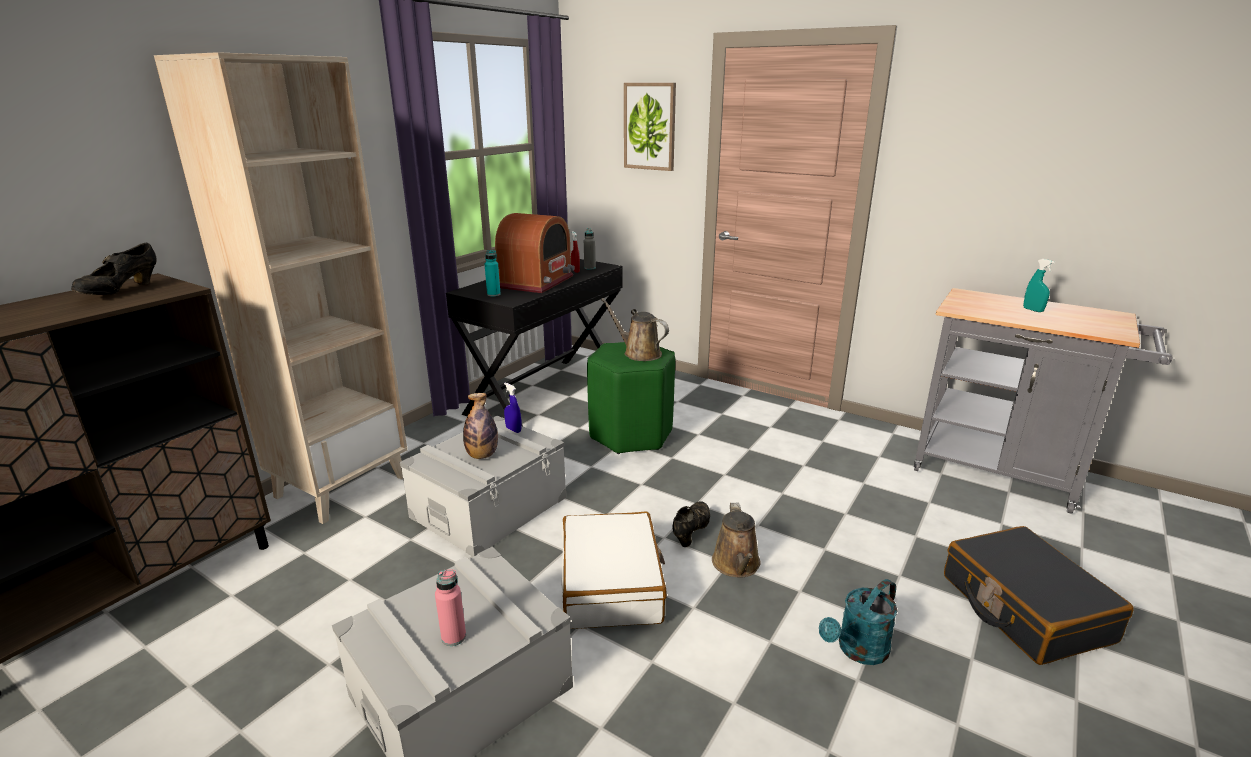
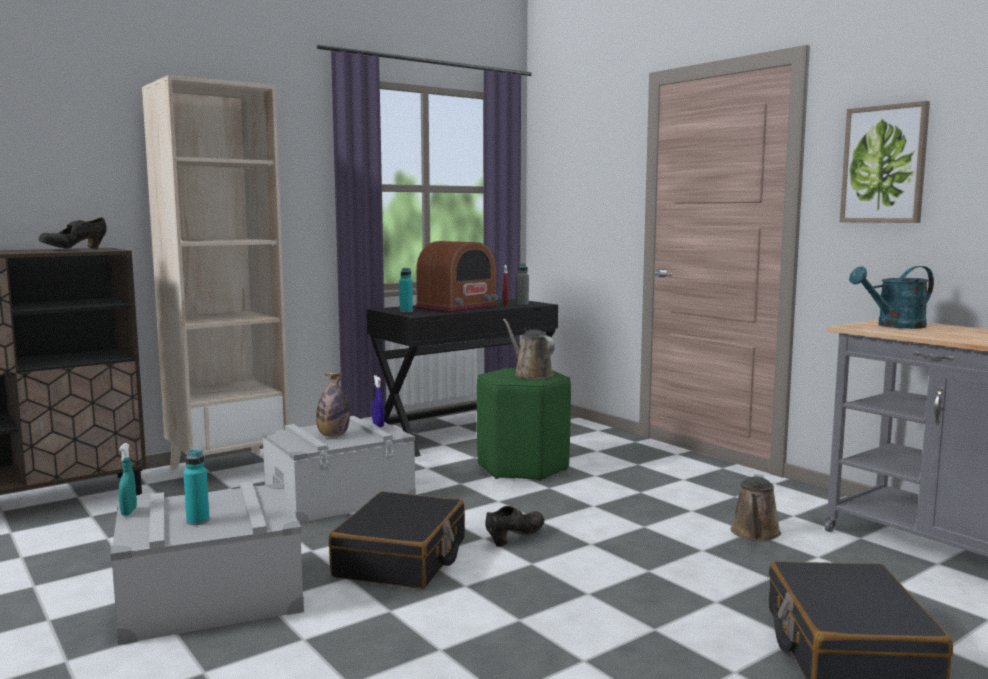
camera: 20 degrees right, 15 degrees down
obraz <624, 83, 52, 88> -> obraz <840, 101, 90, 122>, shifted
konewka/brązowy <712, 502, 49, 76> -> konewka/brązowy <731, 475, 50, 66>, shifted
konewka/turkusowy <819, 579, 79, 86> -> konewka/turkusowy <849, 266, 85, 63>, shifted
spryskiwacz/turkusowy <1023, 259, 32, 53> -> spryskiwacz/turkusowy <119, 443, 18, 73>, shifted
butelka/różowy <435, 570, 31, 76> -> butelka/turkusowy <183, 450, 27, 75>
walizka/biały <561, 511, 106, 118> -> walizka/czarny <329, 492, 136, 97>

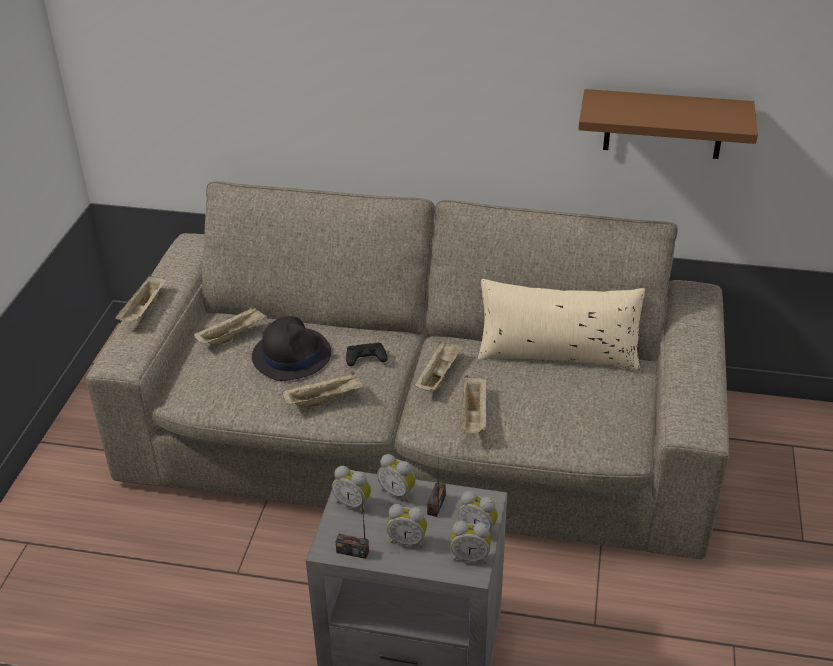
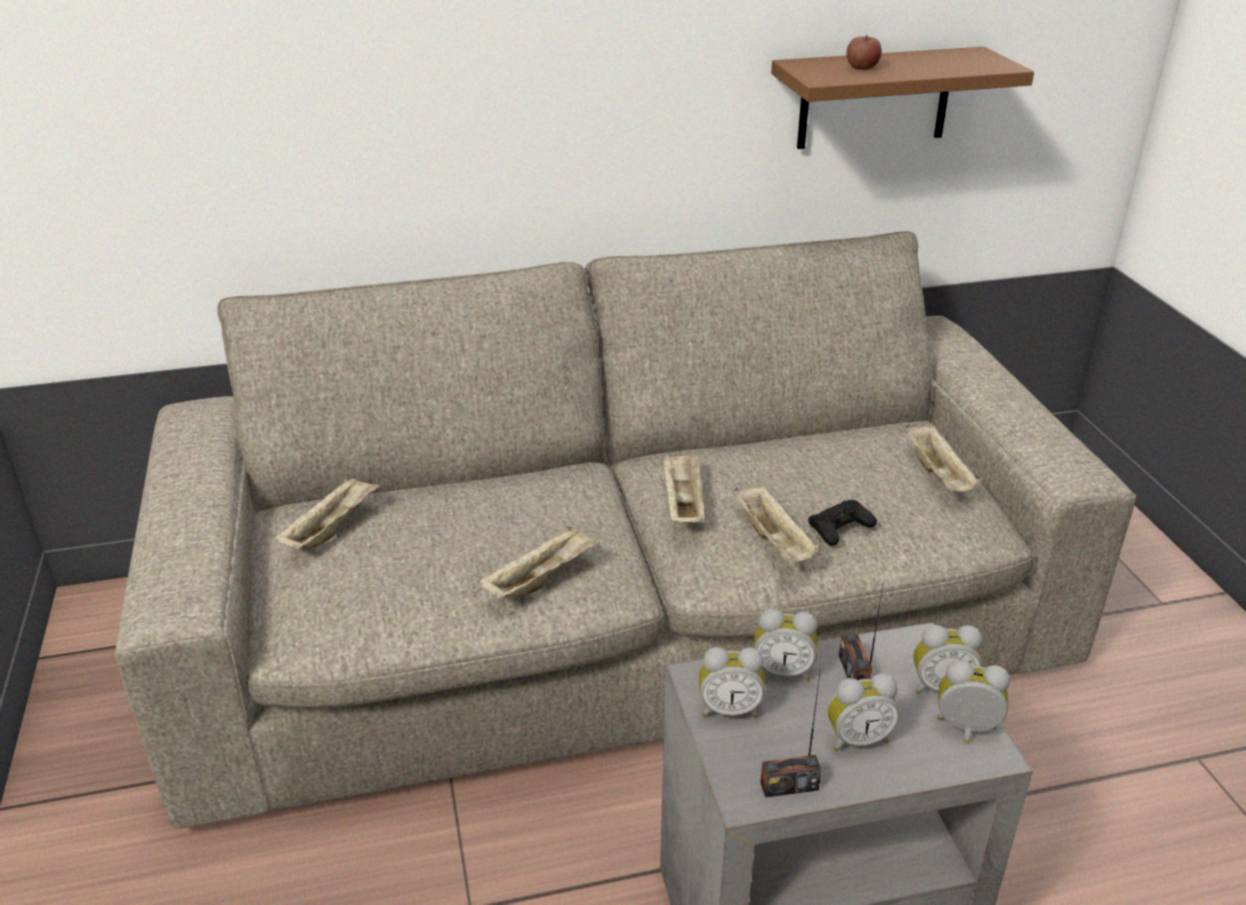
camera: 25 degrees left, 5 degrees down
kapelusz/czarny <252, 316, 79, 65> -> none
poduszka/beżowy <478, 279, 167, 92> -> none
none -> jabłko <847, 35, 35, 35>
taca/beżowy <115, 274, 51, 48> -> taca/beżowy <905, 424, 75, 68>, shifted
pad do gier/czarny <346, 342, 41, 24> -> pad do gier/czarny <808, 500, 69, 45>, shifted
budzik <450, 521, 41, 43> -> budzik <937, 660, 73, 84>, 150 degrees counterclockwise

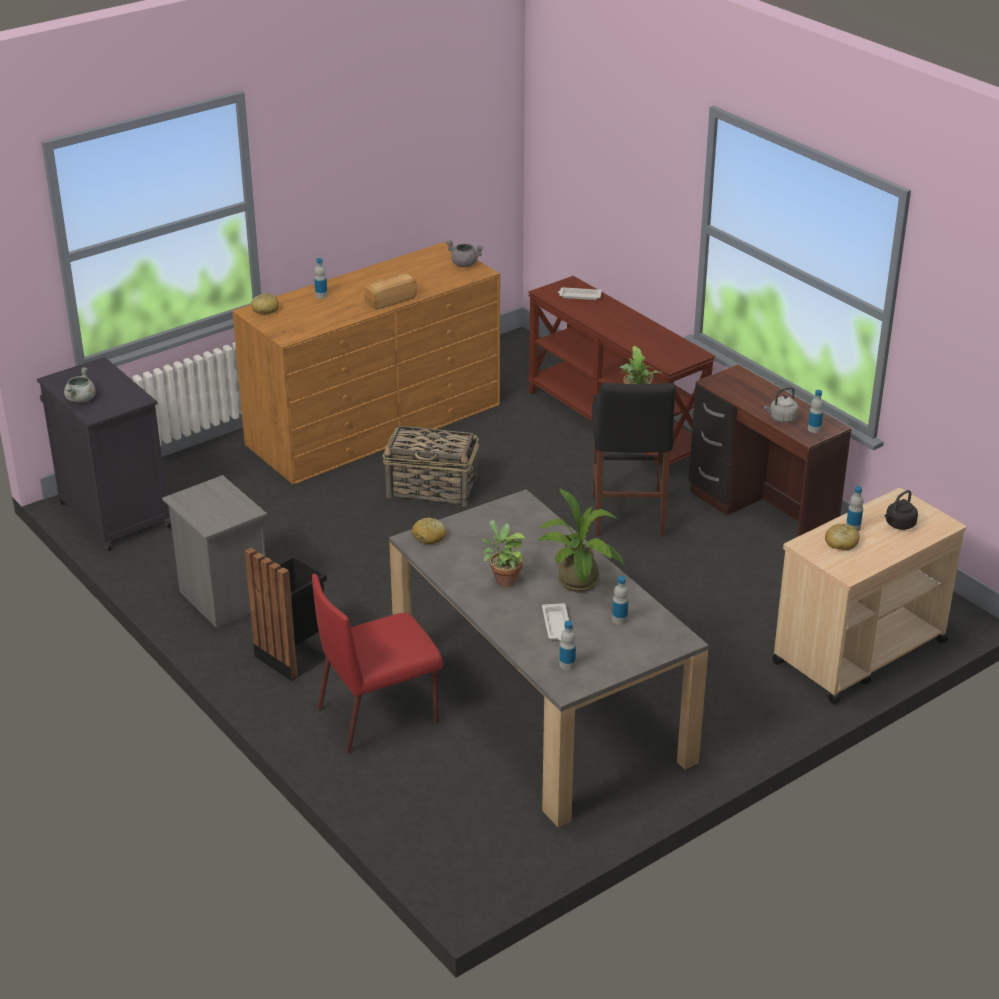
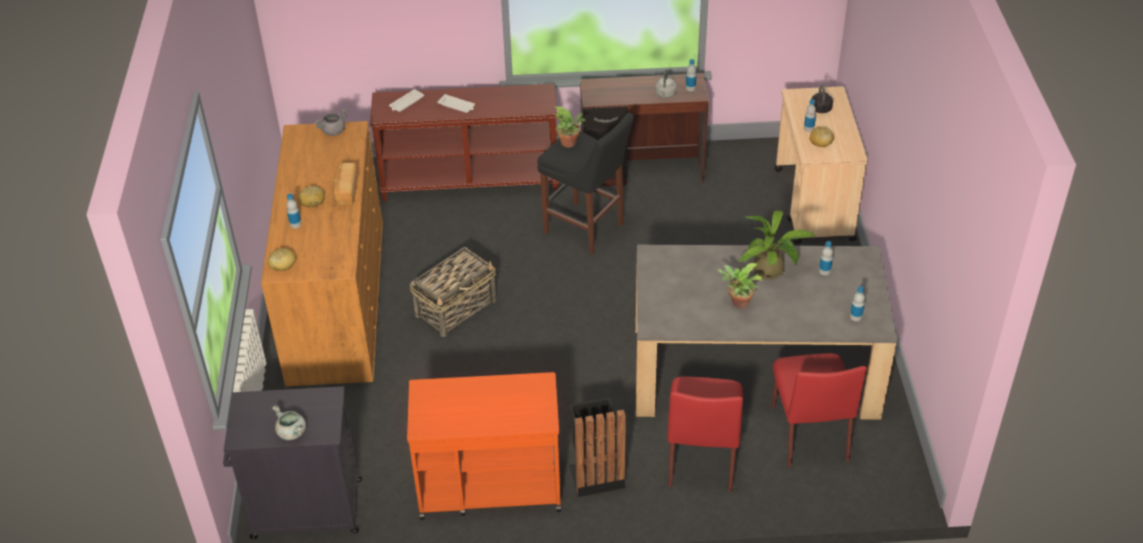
camera: 55 degrees left, 10 degrees up
none -> krzesło/czerwony <771, 353, 96, 114>
chleb <412, 518, 34, 26> -> chleb <298, 186, 27, 22>, shifted
taca/biały <542, 603, 27, 38> -> taca/biały <437, 94, 38, 19>, shifted
szafka nocna/szary <162, 475, 105, 153> -> wózek/pomarańczowy <407, 372, 154, 148>

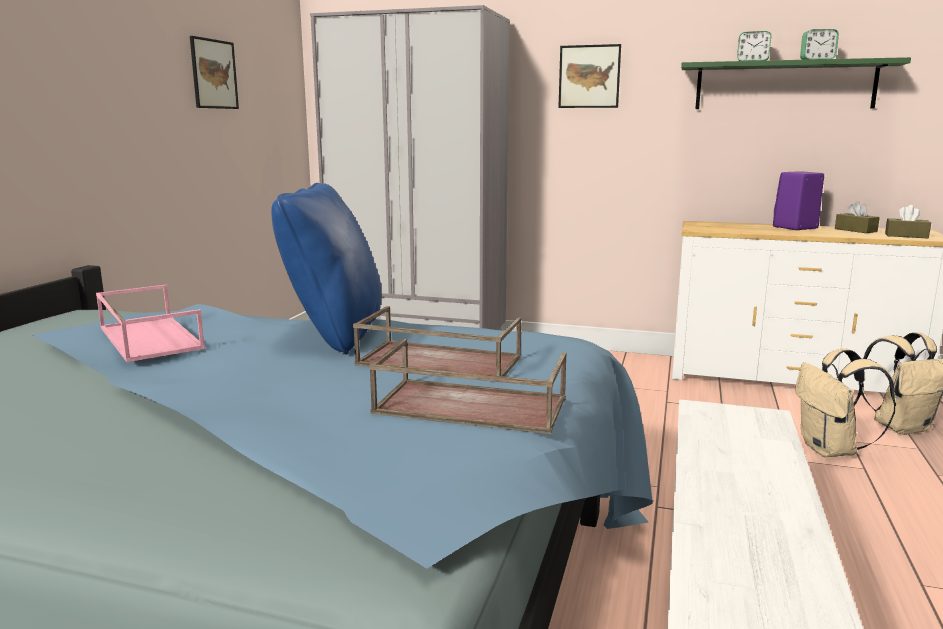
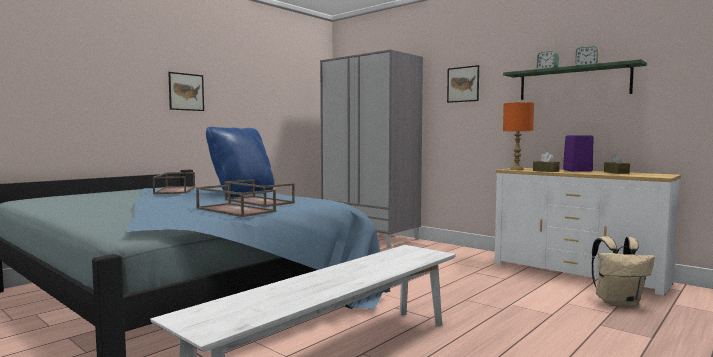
camera: 25 degrees right, 10 degrees down
plecak/beżowy <796, 348, 100, 109> -> none
none -> lampa stołowa/pomarańczowy <503, 101, 31, 69>
obraz <190, 36, 49, 73> -> obraz <168, 72, 36, 39>, shifted
pudełko chusteczek/brązowy <885, 205, 46, 33> -> pudełko chusteczek/brązowy <533, 152, 27, 20>, shifted
taca/różowy <96, 285, 109, 77> -> taca/brązowy <152, 172, 43, 22>

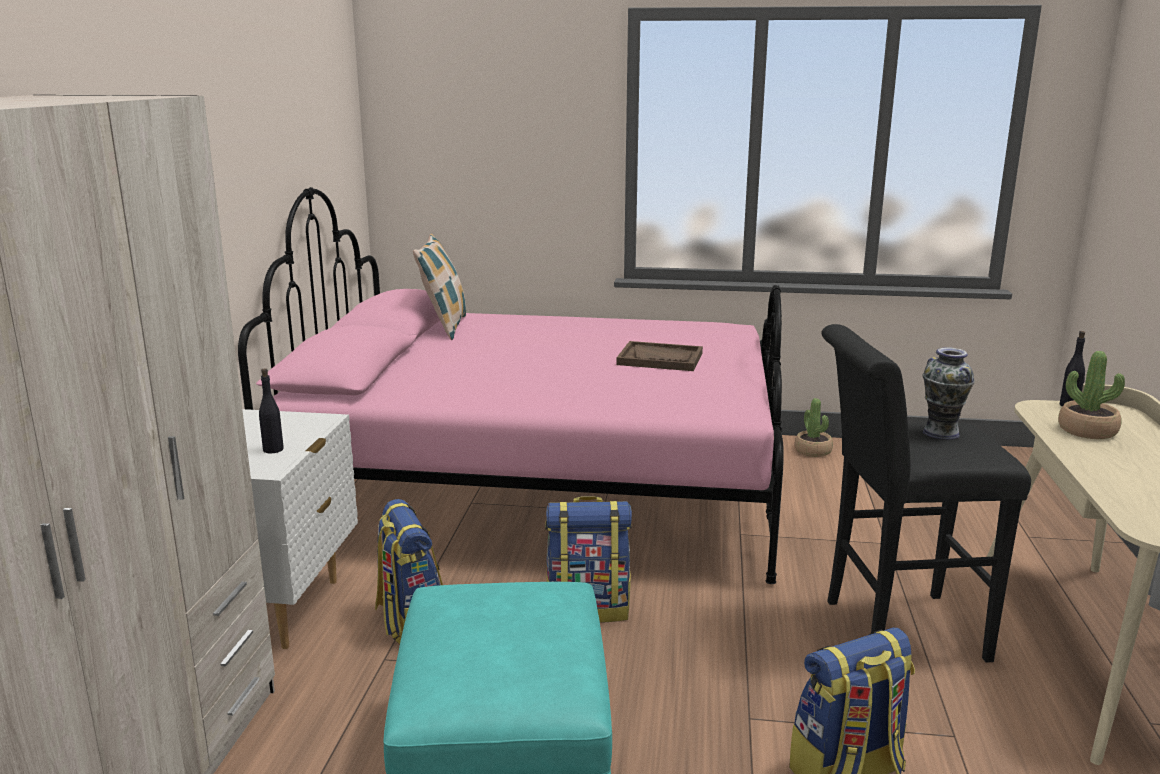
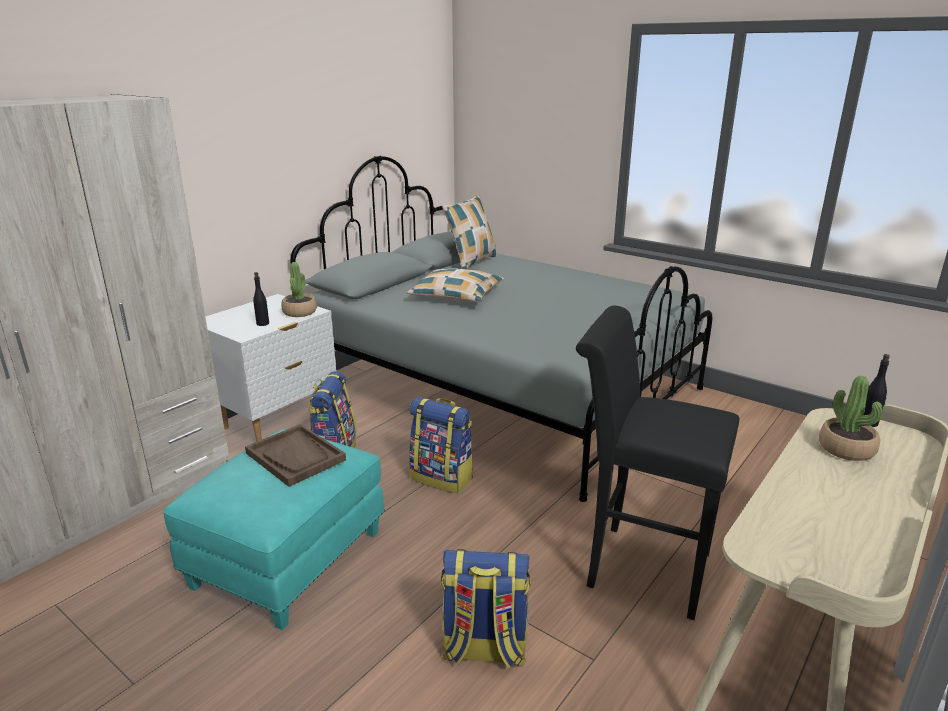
camera: 30 degrees right, 5 degrees up
wazon <923, 347, 52, 93> -> none
none -> poduszka <407, 268, 97, 34>
taca/brązowy <616, 341, 87, 30> -> taca/brązowy <245, 424, 101, 63>, shifted
roślina doniczkowa <795, 398, 38, 59> -> roślina doniczkowa <281, 262, 36, 55>, shifted
łóżko/różowy <238, 187, 546, 397> -> łóżko/szary <290, 155, 422, 347>

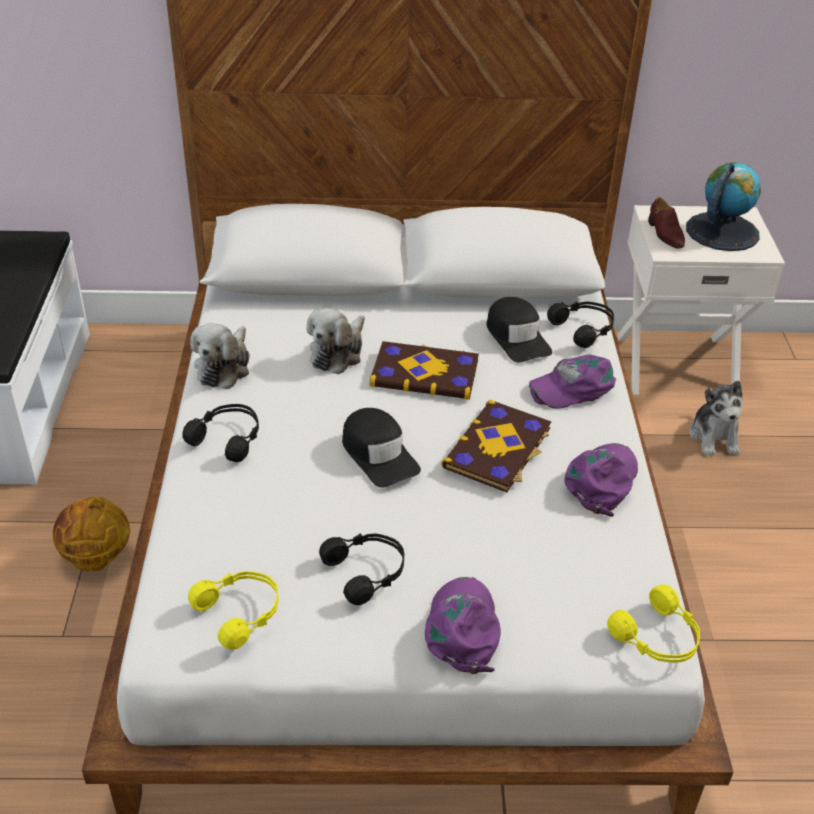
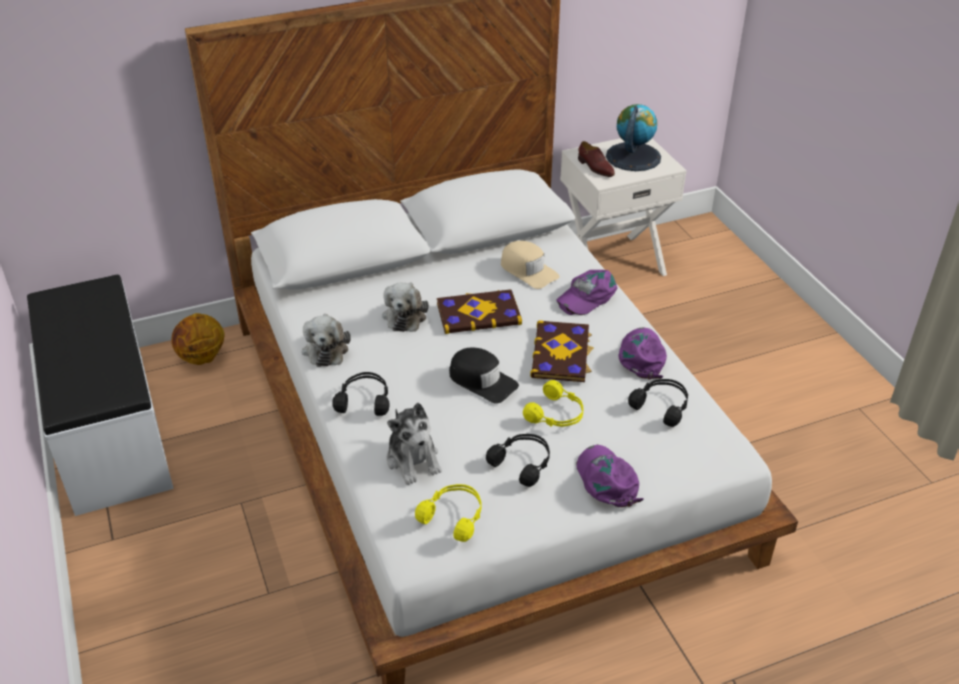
camera: 20 degrees left, 0 degrees up
piłka do koszykówki <53, 496, 77, 75> -> piłka do koszykówki <171, 313, 53, 52>, shifted
słuchawki/czarny <547, 301, 67, 47> -> słuchawki/czarny <628, 379, 60, 48>, shifted
słuchawki/żółty <607, 585, 93, 78> -> słuchawki/żółty <523, 380, 60, 47>, shifted
pluszak <689, 380, 54, 76> -> pluszak <387, 403, 55, 82>, shifted
czapka z daszkiem/czarny <486, 297, 66, 65> -> czapka z daszkiem/beżowy <501, 241, 59, 48>

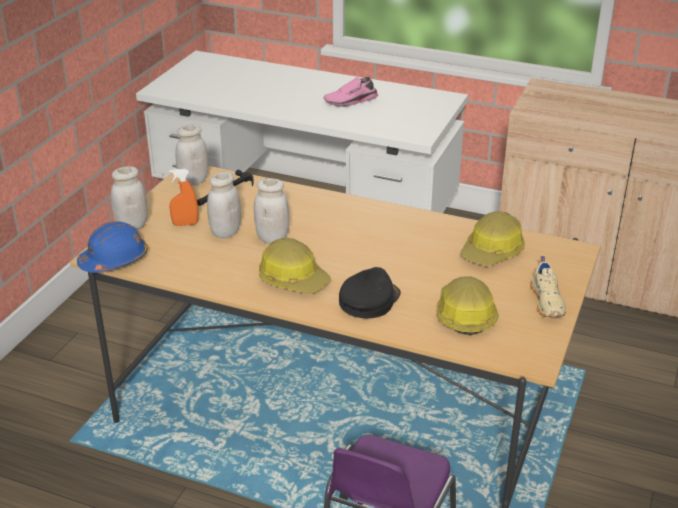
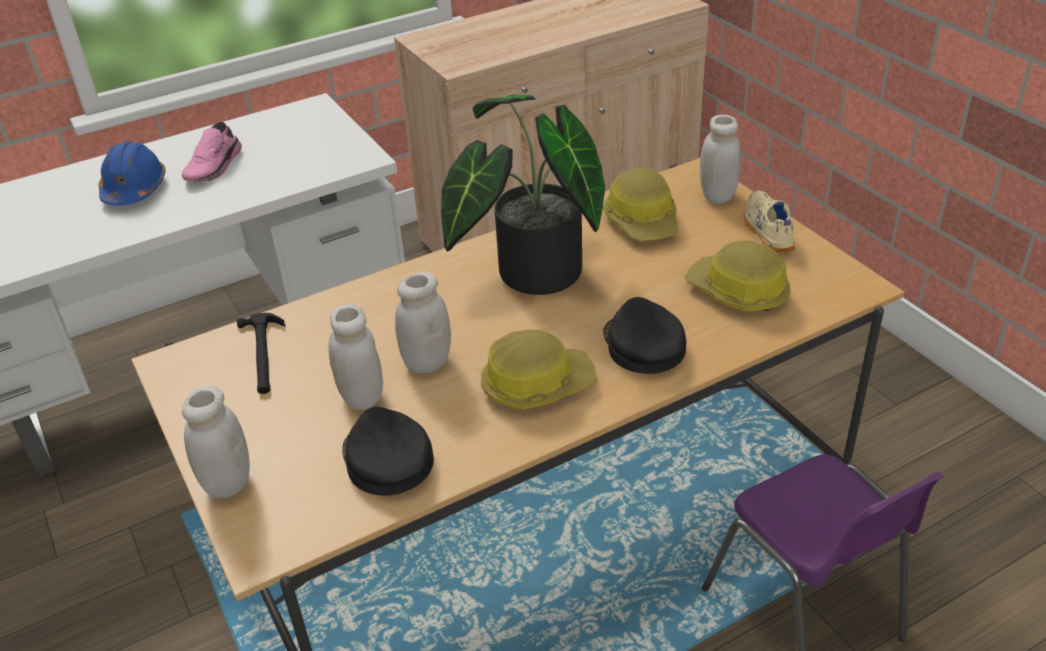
camera: 50 degrees left, 5 degrees up
spryskiwacz/pomarańczowy <169, 169, 29, 57> -> none
none -> czapka z daszkiem/czarny <342, 407, 92, 88>
none -> roślina doniczkowa <441, 95, 164, 200>
kask/niebieski <77, 221, 71, 52> -> kask/niebieski <99, 141, 67, 64>, shifted
słoik/biały <175, 124, 34, 61> -> słoik/biały <700, 115, 40, 89>, shifted
but/beżowy <530, 256, 36, 61> -> but/beżowy <743, 191, 52, 62>, 135 degrees counterclockwise

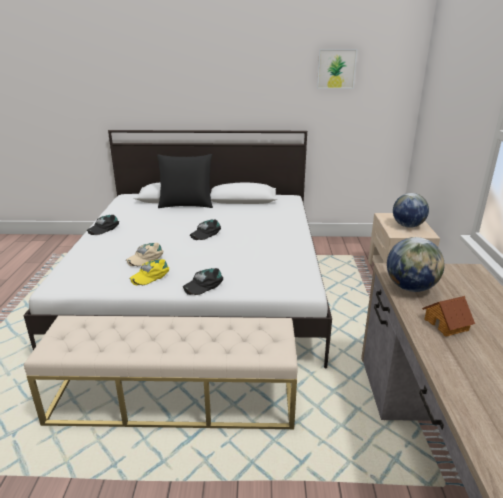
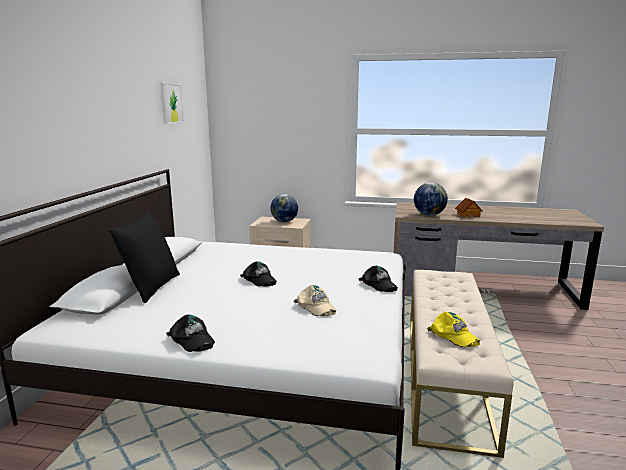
camera: 80 degrees left, 10 degrees down
czapka z daszkiem/żółty <130, 259, 39, 26> -> czapka z daszkiem/żółty <427, 312, 53, 35>, shifted

